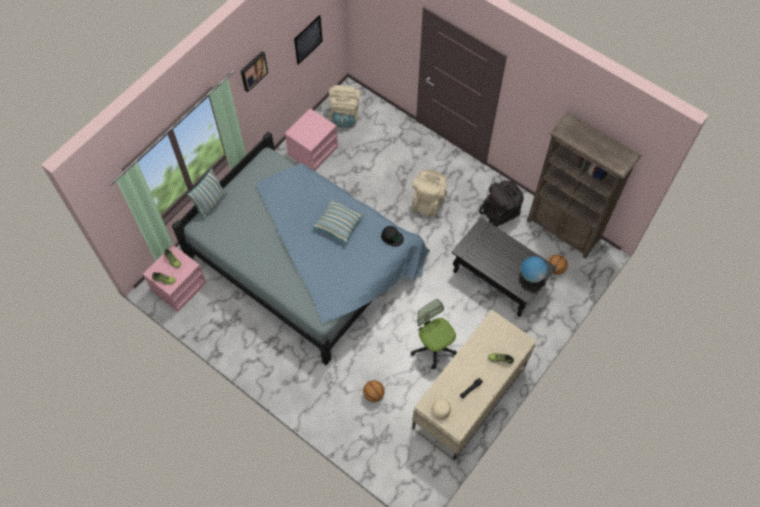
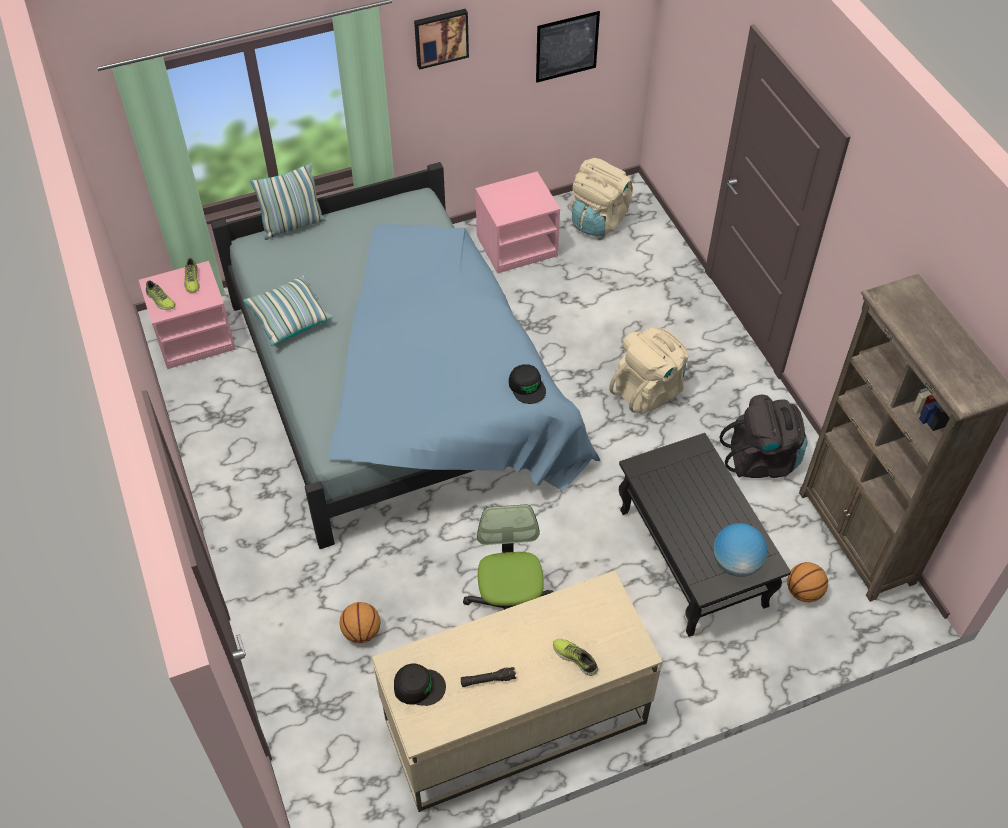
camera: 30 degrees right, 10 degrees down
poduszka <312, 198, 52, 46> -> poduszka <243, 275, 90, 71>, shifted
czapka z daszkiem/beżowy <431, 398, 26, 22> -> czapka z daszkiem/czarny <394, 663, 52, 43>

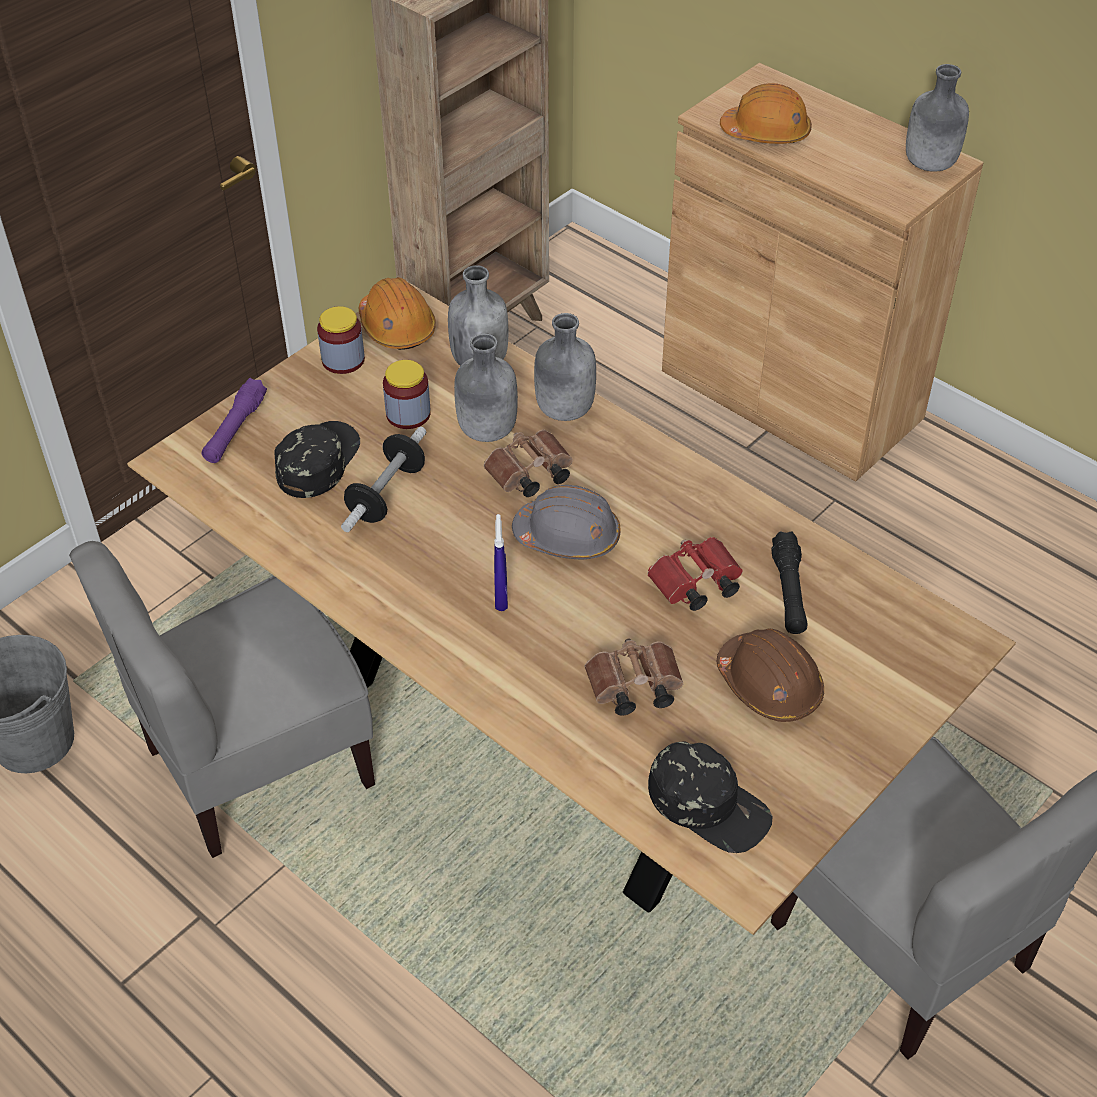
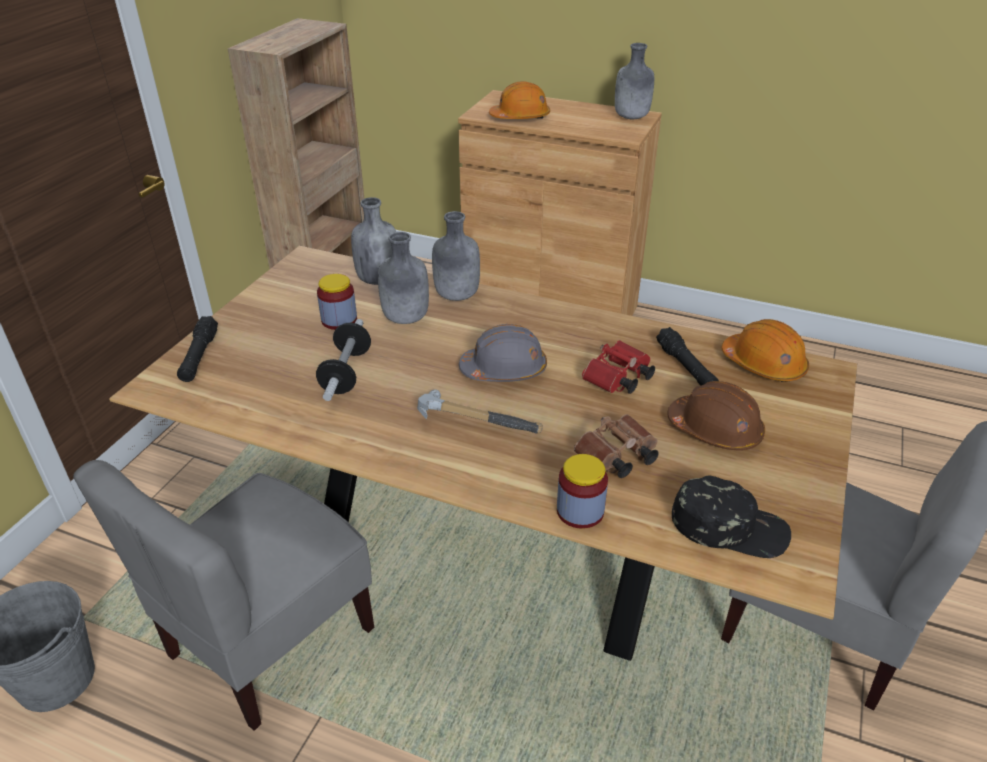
camera: 20 degrees left, 10 degrees down
czapka z daszkiem/czarny <274, 421, 86, 77> -> none
lornetka/brązowy <484, 430, 89, 67> -> none
słoik <317, 306, 48, 68> -> słoik <557, 454, 51, 75>, shifted
kask/pomarańczowy <359, 277, 77, 73> -> kask/pomarańczowy <721, 319, 88, 63>, shifted
spryskiwacz/niebieski <494, 514, 14, 97> -> młotek <417, 389, 126, 45>
latarka/fioletowy <202, 378, 65, 85> -> latarka/czarny <177, 316, 41, 66>

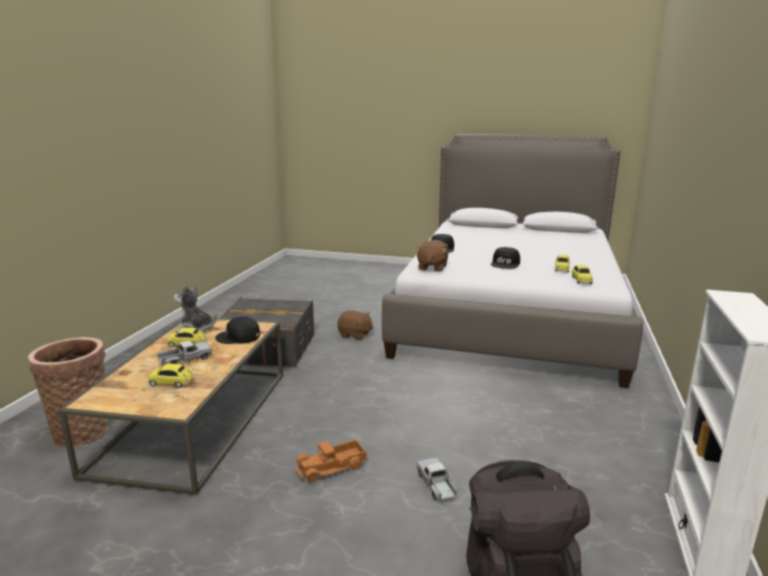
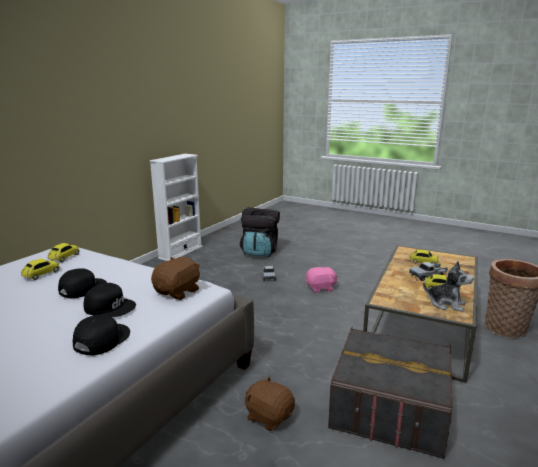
camera: 165 degrees left, 0 degrees up
czapka z daszkiem/czarny <215, 317, 45, 27> -> czapka z daszkiem/czarny <84, 283, 52, 34>, shifted
ciężarówka zabawkowa <295, 439, 71, 43> -> pluszak/różowy <306, 266, 32, 27>

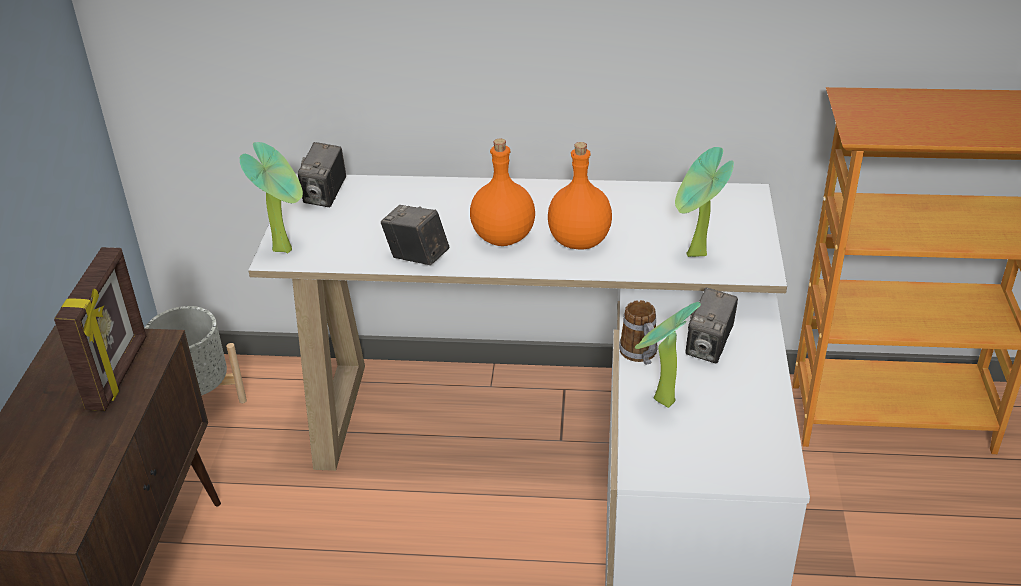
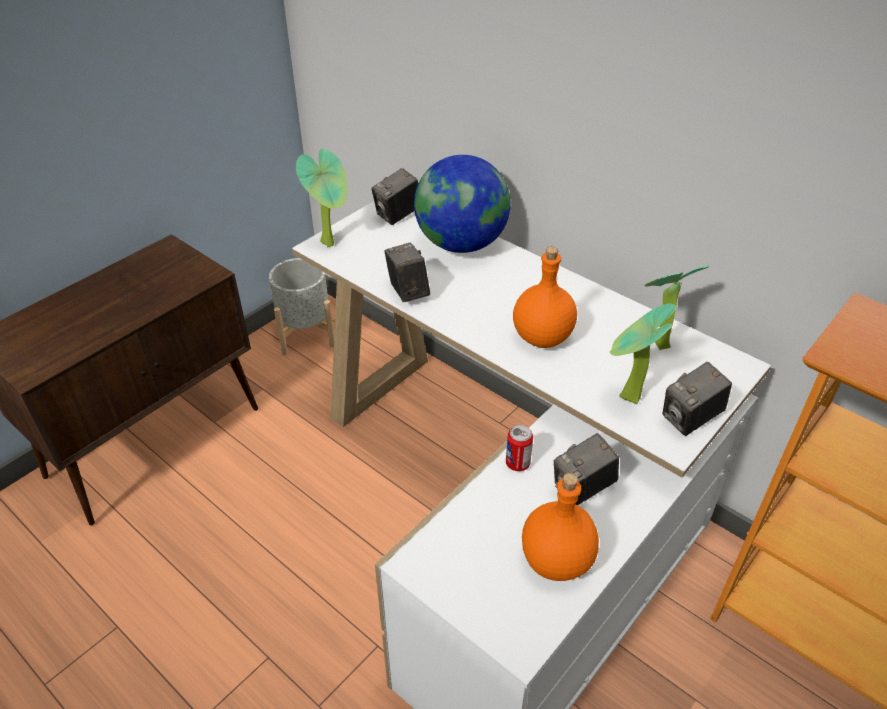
camera: 35 degrees right, 5 degrees up
ramka na zdjęcie <54, 247, 93, 164> -> none
none -> globus <414, 155, 97, 98>
none -> aparat fotograficzny <662, 362, 70, 74>
butelka/pomarańczowy <470, 139, 65, 107> -> butelka/pomarańczowy <522, 473, 77, 108>, shifted
roślina doniczkowa <635, 302, 66, 106> -> roślina doniczkowa <644, 265, 65, 85>, shifted
kubek <619, 300, 38, 65> -> puszka <506, 425, 27, 46>

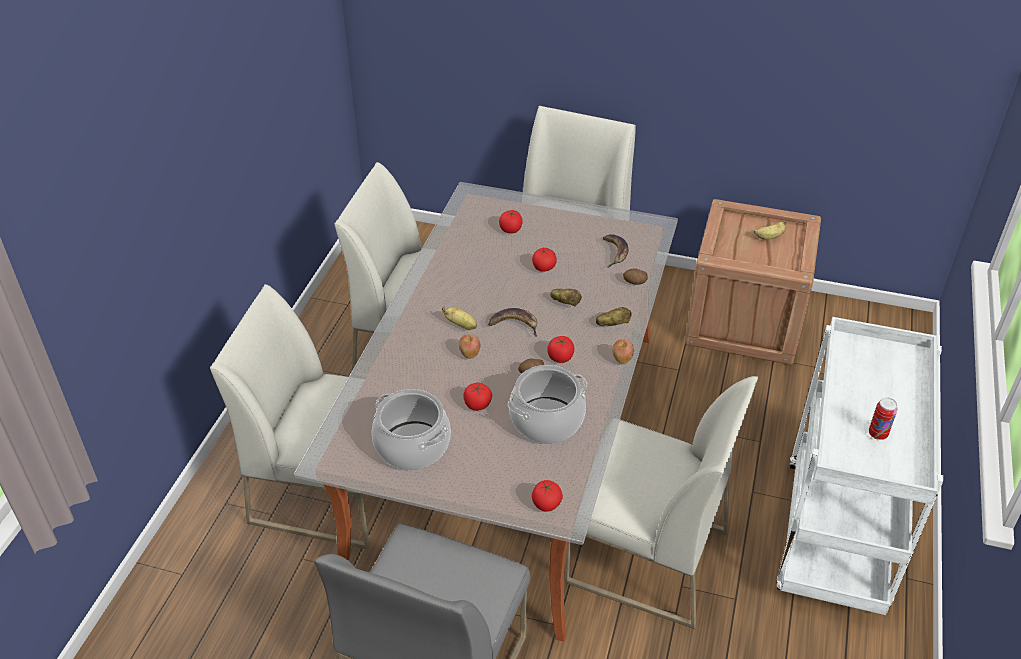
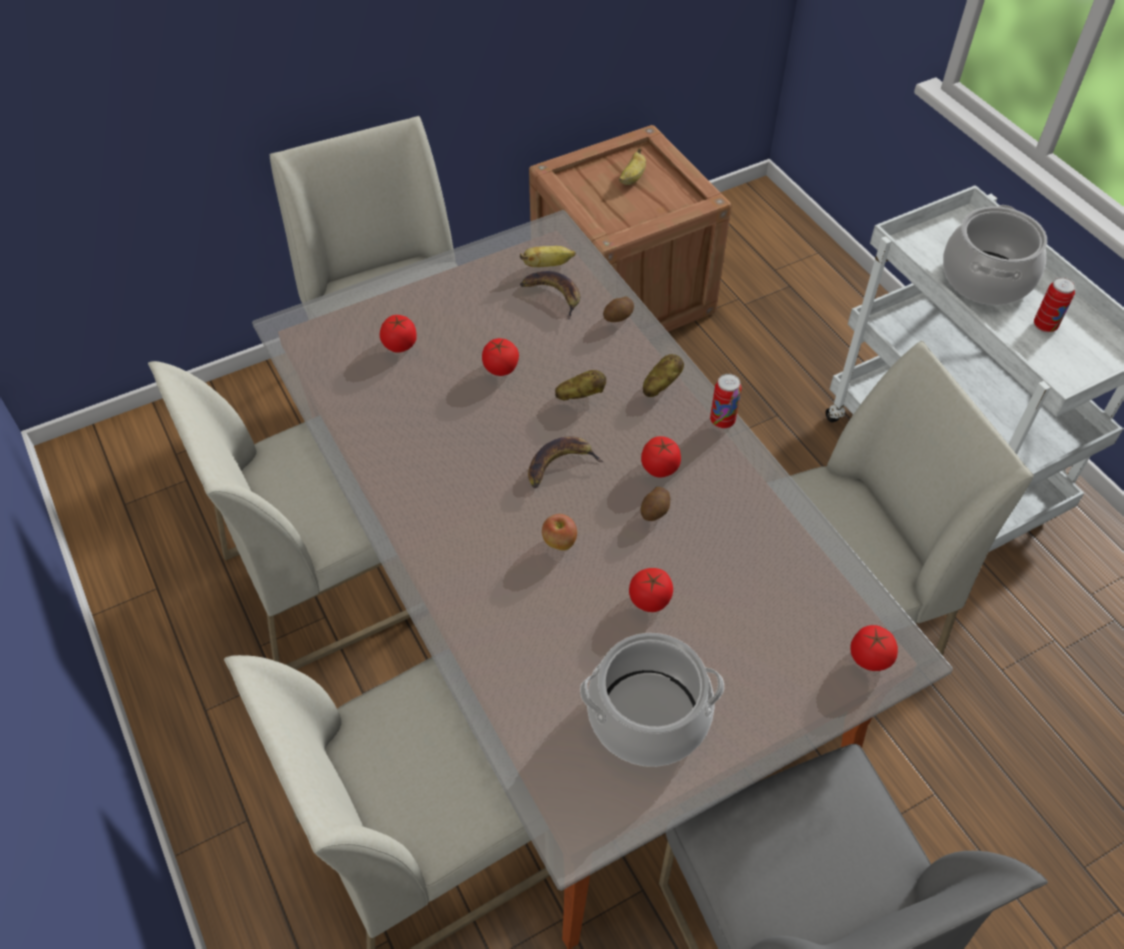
camera: 45 degrees left, 10 degrees up
banan <442, 306, 35, 24> -> banan <520, 246, 56, 21>, shifted
garnek <508, 365, 79, 78> -> garnek <943, 205, 104, 100>, shifted
jabłko <612, 339, 22, 25> -> puszka <710, 374, 32, 55>

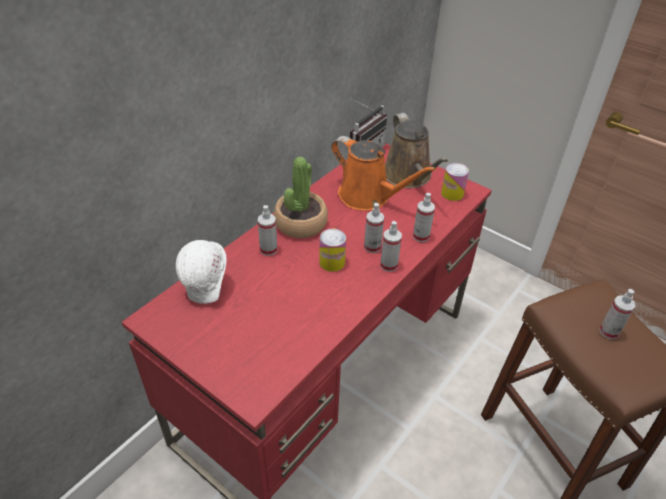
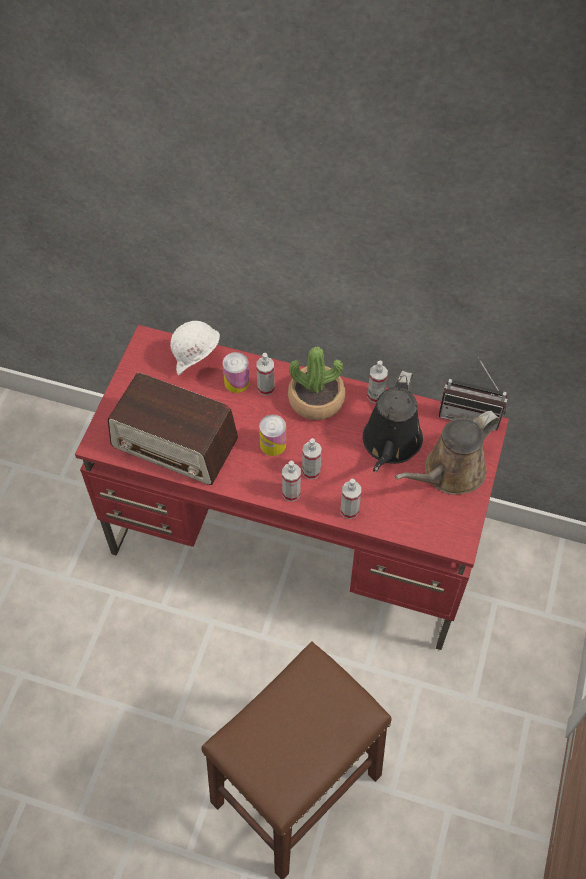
camera: 70 degrees right, 15 degrees up
none -> radio <108, 373, 130, 112>
puszka <441, 163, 28, 38> -> puszka <223, 352, 27, 41>, shifted
spryskiwacz <599, 289, 36, 50> -> spryskiwacz <367, 361, 21, 42>, shifted
konewka/pomarańczowy <331, 136, 105, 75> -> konewka/czarny <363, 371, 60, 101>

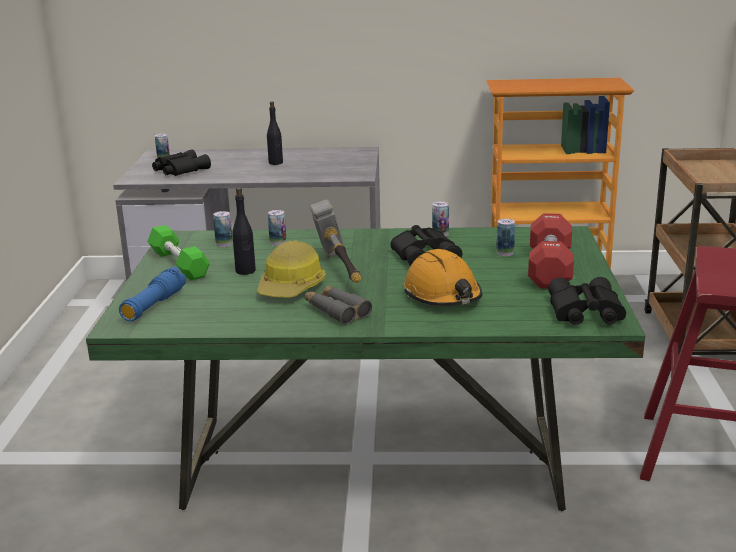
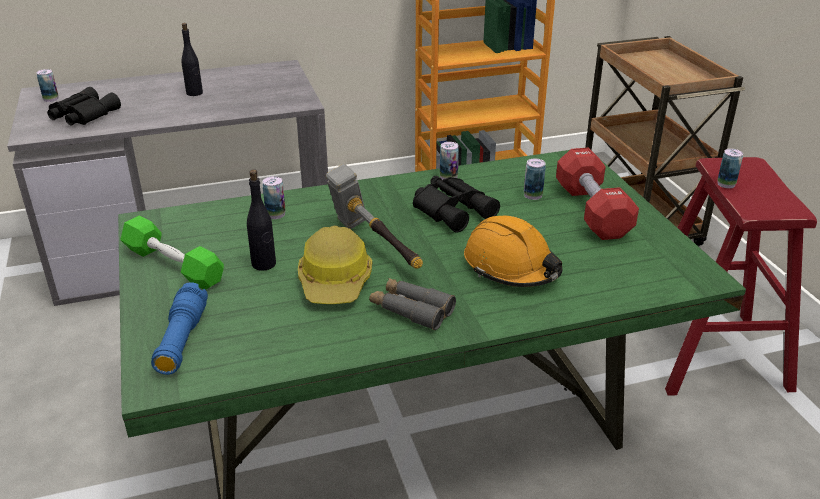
camera: 20 degrees left, 10 degrees up
lornetka/czarny <548, 277, 78, 48> -> none
puszka <213, 211, 20, 36> -> puszka <717, 149, 26, 39>, shifted

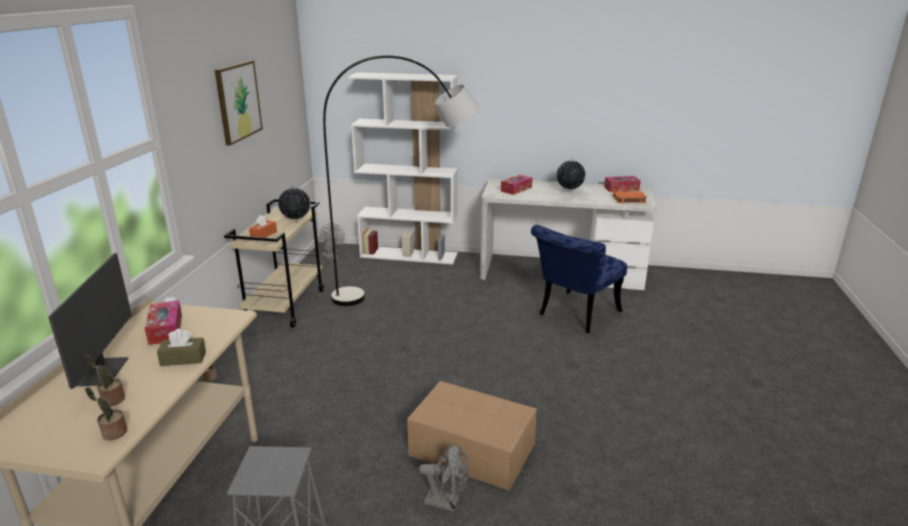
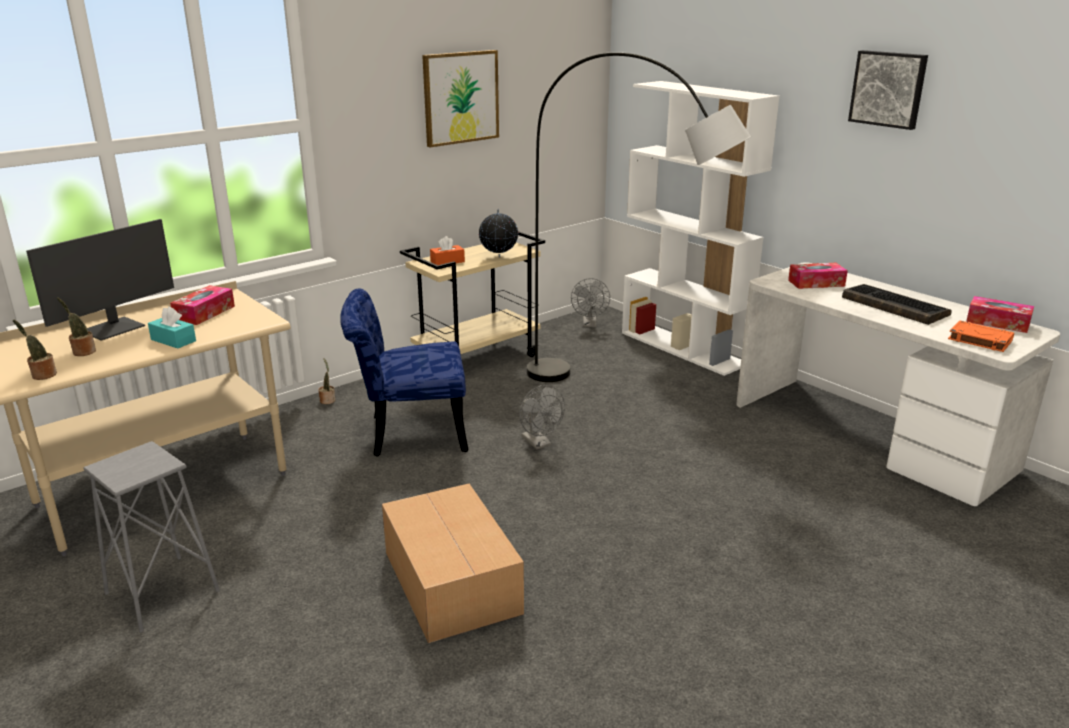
camera: 40 degrees right, 0 degrees up
none -> obraz <848, 50, 80, 80>
wentylator/szary <419, 443, 49, 69> -> wentylator/szary <520, 385, 45, 65>, shifted
krzesło/niebieski <531, 225, 96, 108> -> krzesło/niebieski <340, 288, 128, 169>, shifted
globus <556, 158, 29, 35> -> klawiatura <842, 284, 110, 41>
pudełko chusteczek/brązowy <157, 329, 49, 37> -> pudełko chusteczek/turkusowy <148, 306, 48, 42>

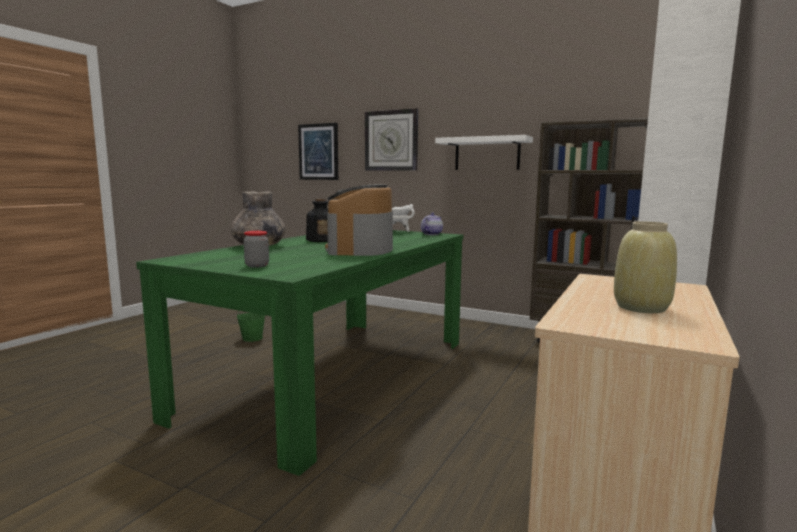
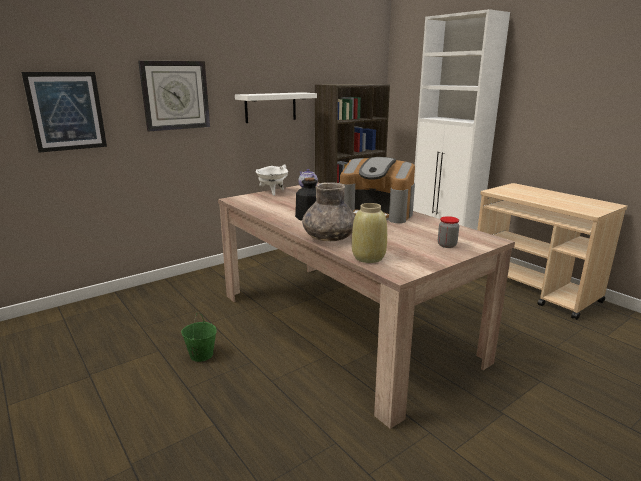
camera: 65 degrees left, 10 degrees up
wazon/beżowy <614, 222, 63, 91> -> wazon/beżowy <352, 203, 35, 60>, shifted
stół jadalny/zielony <136, 230, 327, 246> -> stół jadalny/beżowy <218, 183, 297, 246>

